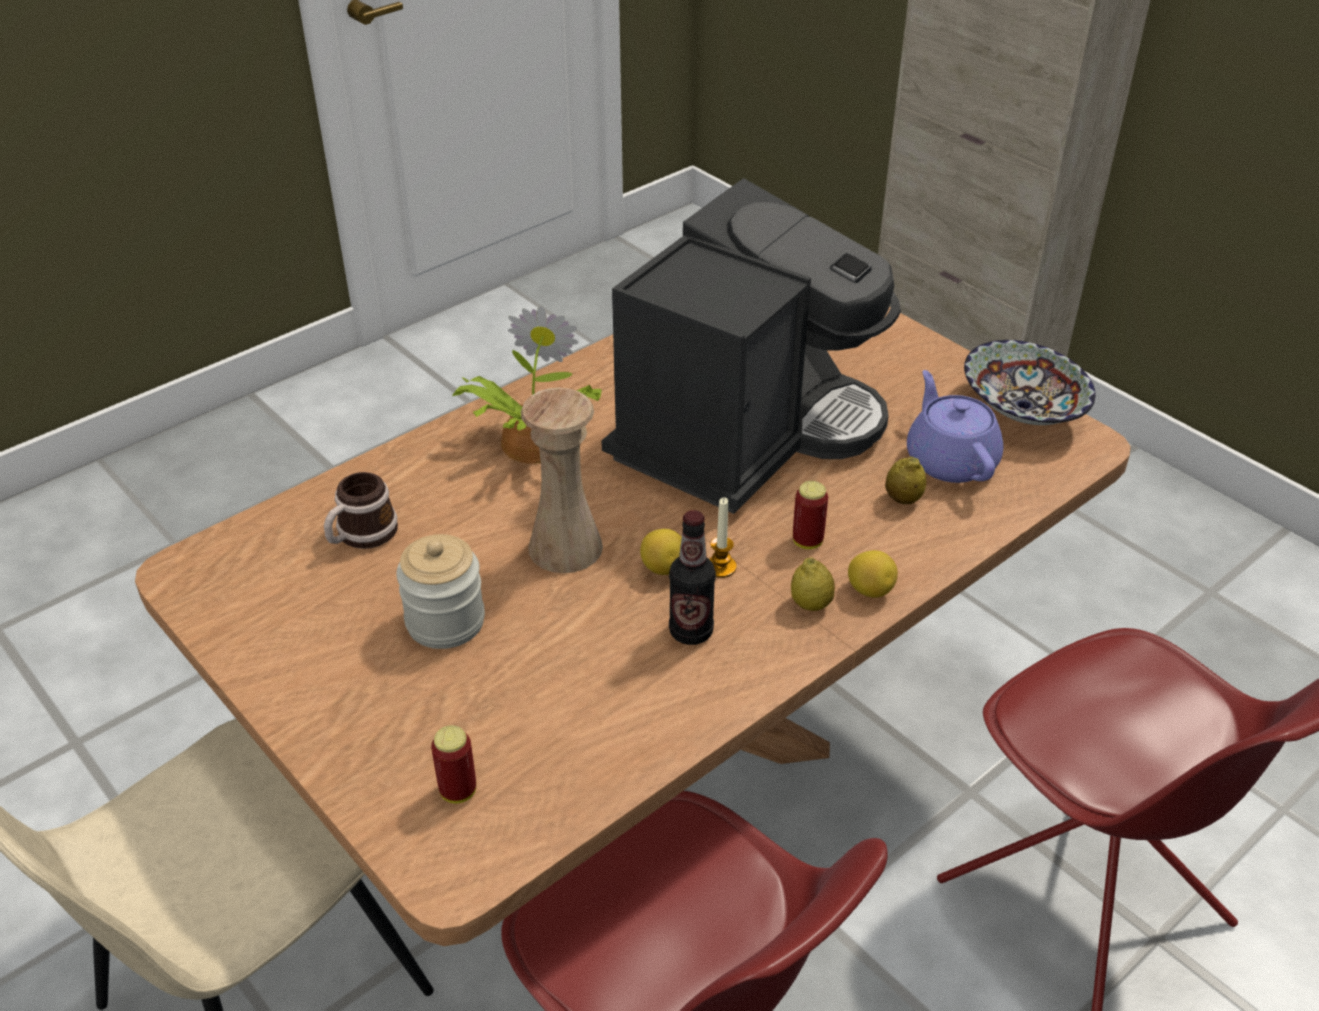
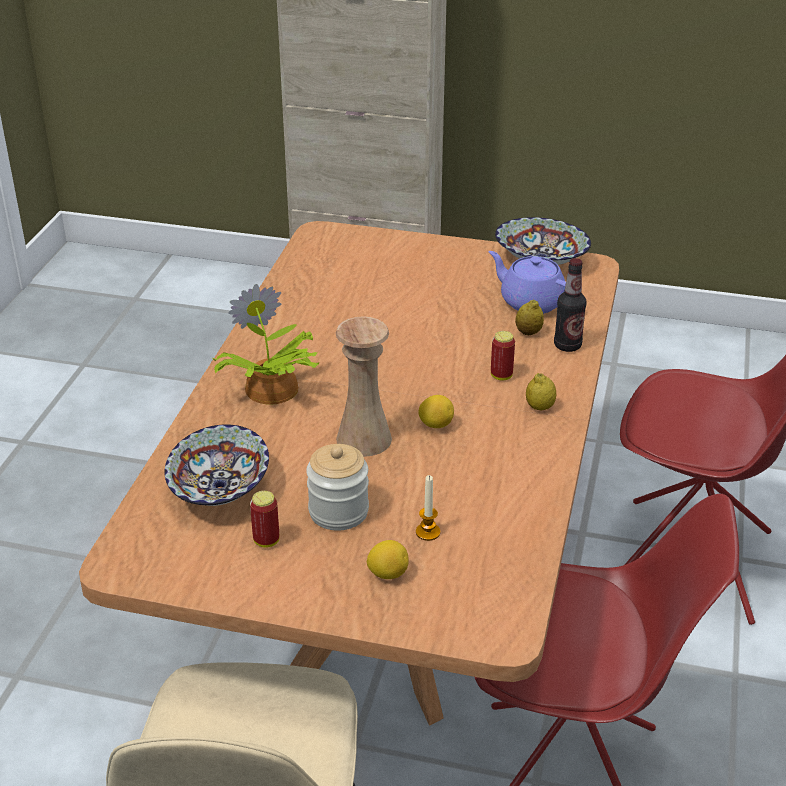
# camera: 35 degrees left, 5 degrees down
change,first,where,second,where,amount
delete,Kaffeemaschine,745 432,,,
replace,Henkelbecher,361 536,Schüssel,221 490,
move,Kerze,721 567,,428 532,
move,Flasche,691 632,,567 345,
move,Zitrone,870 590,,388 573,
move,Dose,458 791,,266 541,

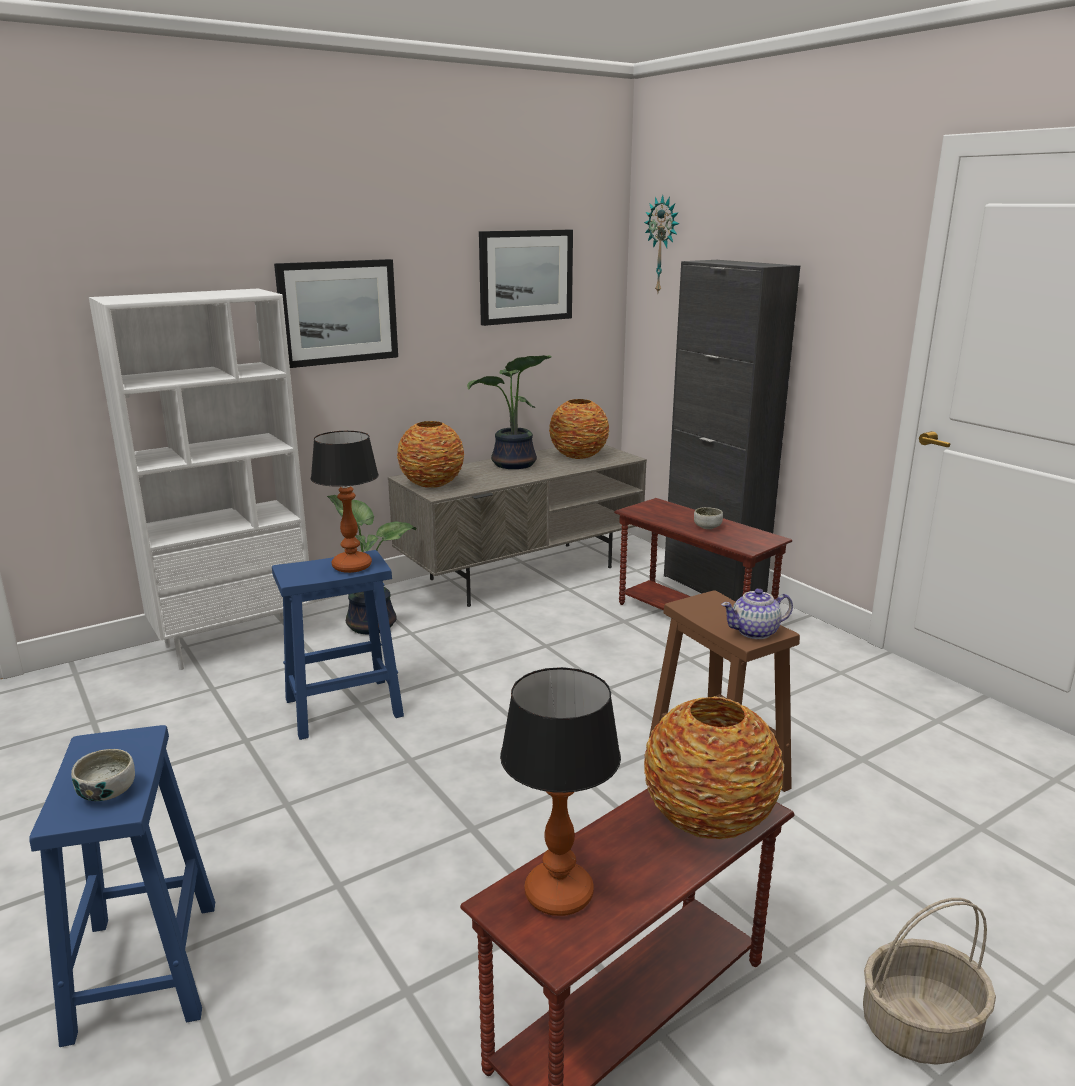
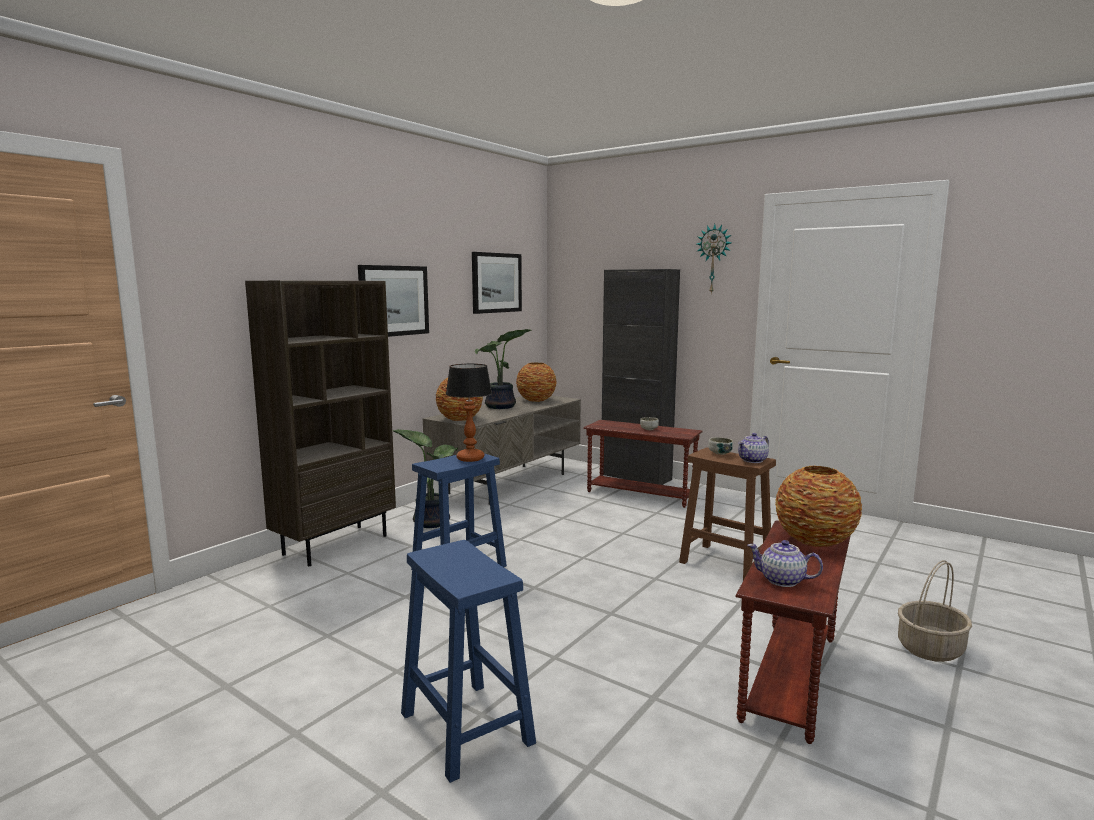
# camera: 20 degrees left, 10 degrees down
change,first,where,second,where,amount
move,Wanduhr,663 245,,714 259,
recolor,Bücherregal (weiß),235 641,Bücherregal (braun),336 544,
replace,Tischlampe,559 895,Teekanne,783 581,
move,Schüssel,107 792,,720 453,

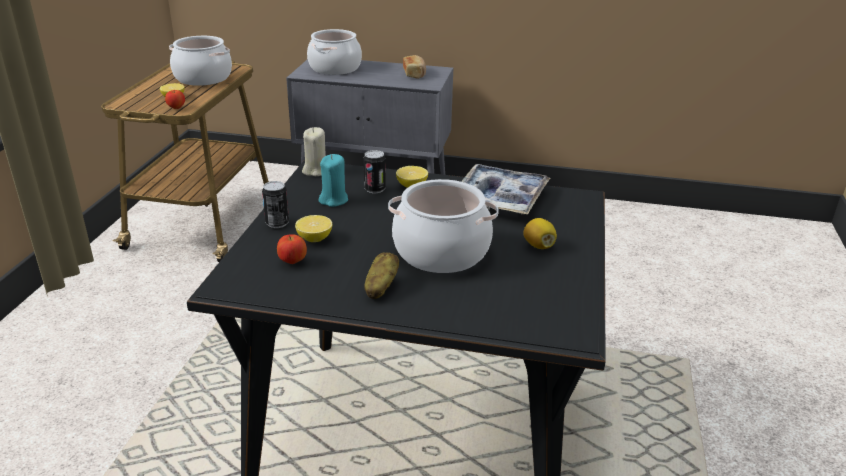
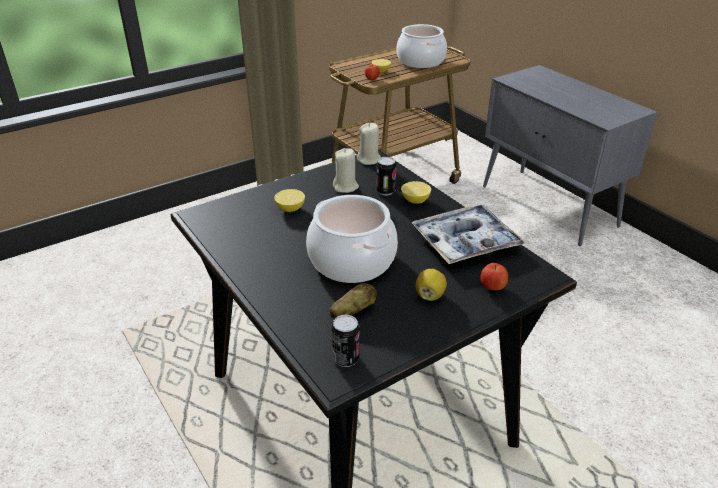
# camera: 45 degrees right, 5 degrees up
change,first,where,second,where,amount
delete,Kochtopf,335 68,,,
delete,Brot,414 74,,,
recolor,Kerze (türkis),334 200,Kerze (beige),346 187,
move,Dose,277 223,,346 359,
move,Apfel,292 261,,492 287,
move,Kartoffel,380 287,,353 312,

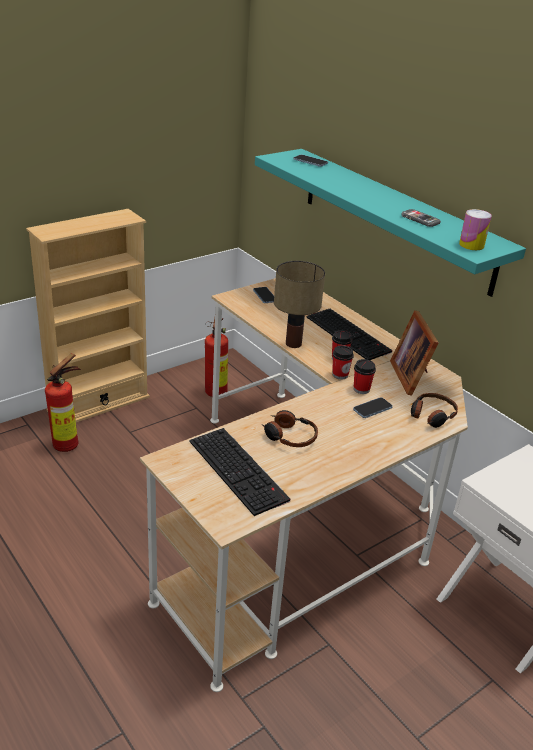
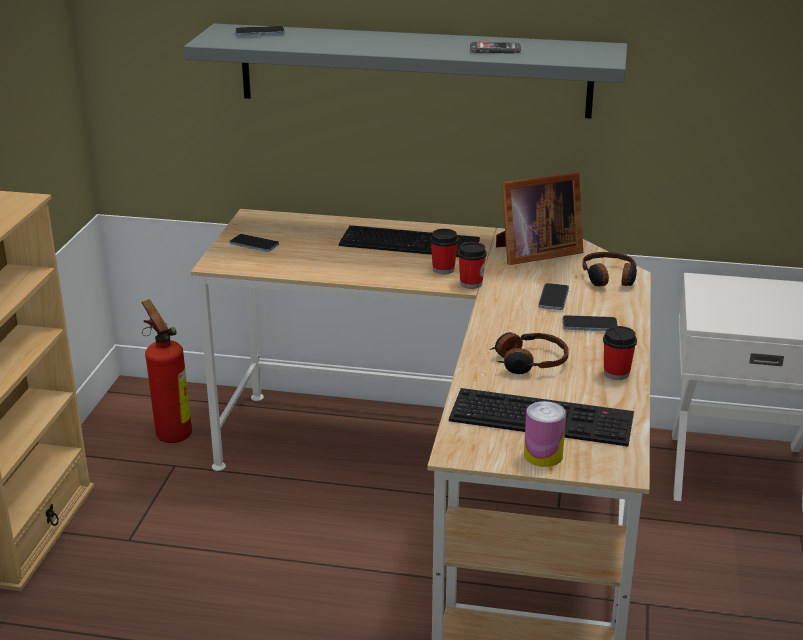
# camera: 40 degrees left, 5 degrees down
change,first,where,second,where,amount
recolor,Wandregal (türkis),395 218,Wandregal (grau),414 70,
move,Dose,471 245,,543 455,
delete,Tischlampe,292 344,,,
rotate,Bilderrahmen,412 376,,534 252,60 degrees counterclockwise
delete,Feuerlöscher,69 444,,,
move,Tasse,361 389,,616 373,
insert,,,Handy,589 325,

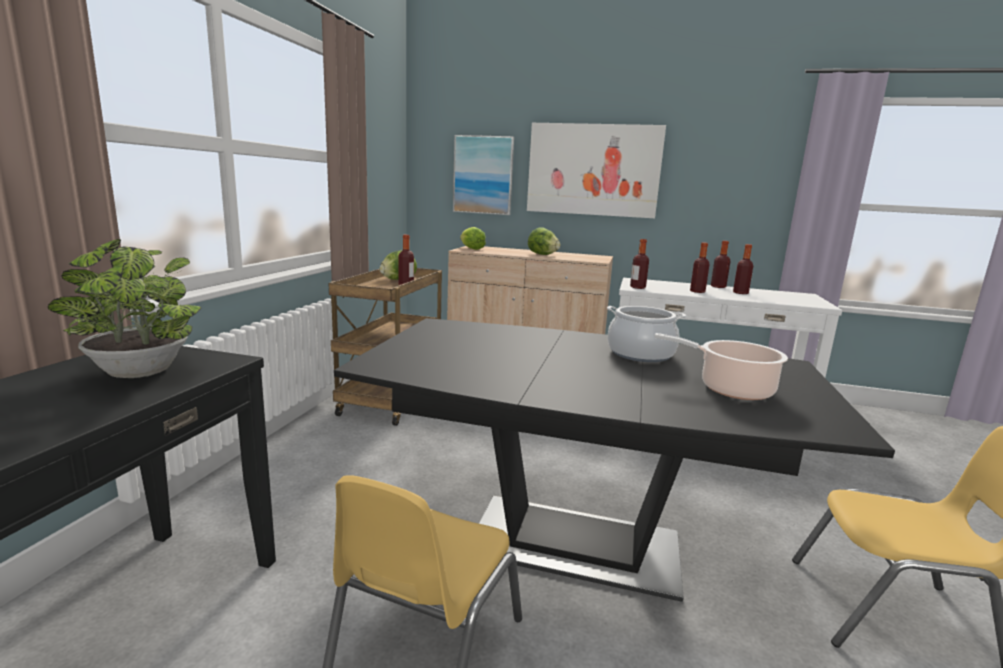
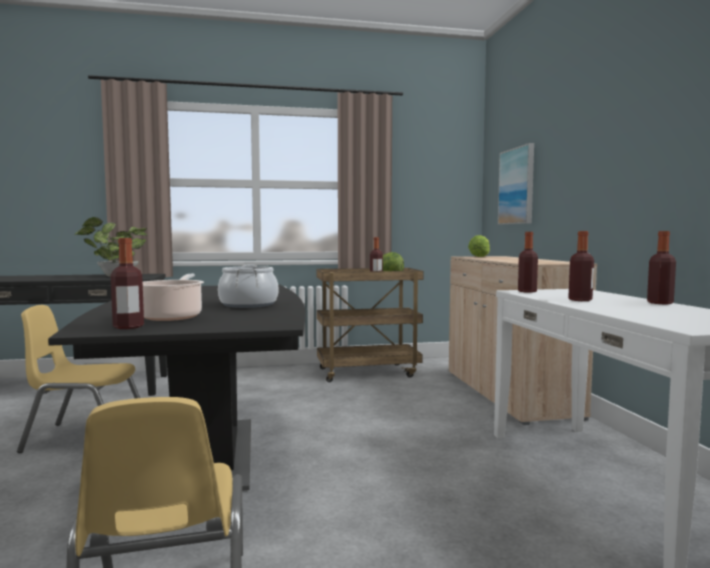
# camera: 65 degrees right, 10 degrees down
change,first,where,second,where,amount
delete,Bild,593 170,,,
delete,Salatkopf,542 254,,,
move,Flasche,740 293,,128 327,

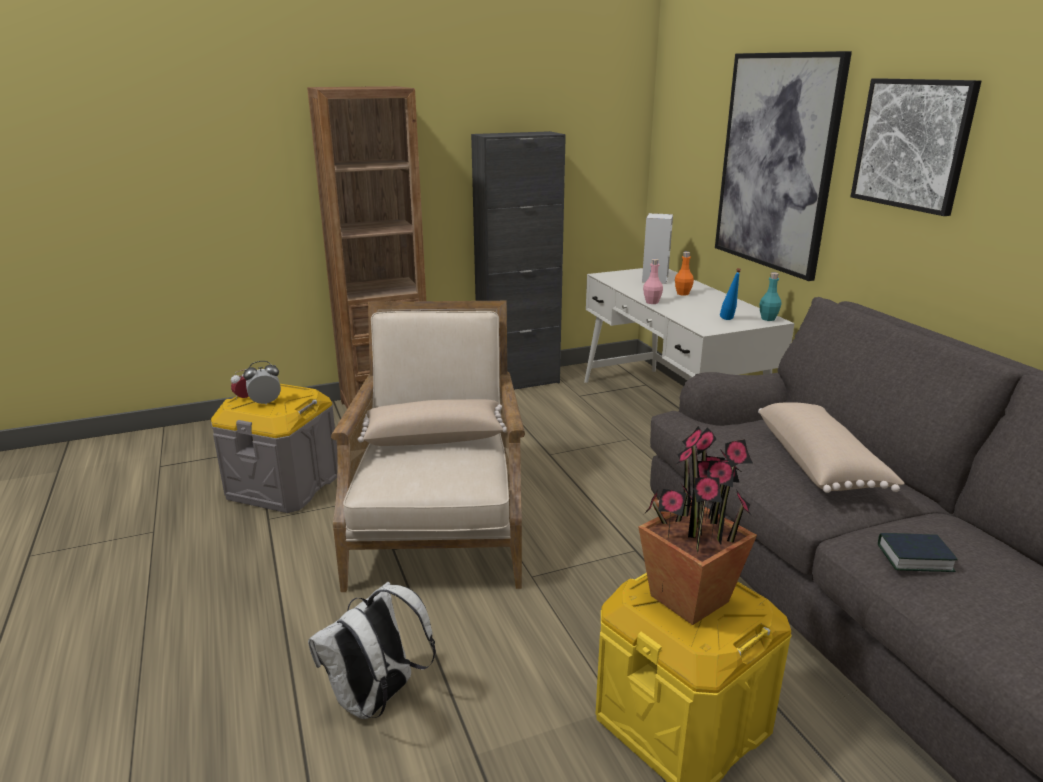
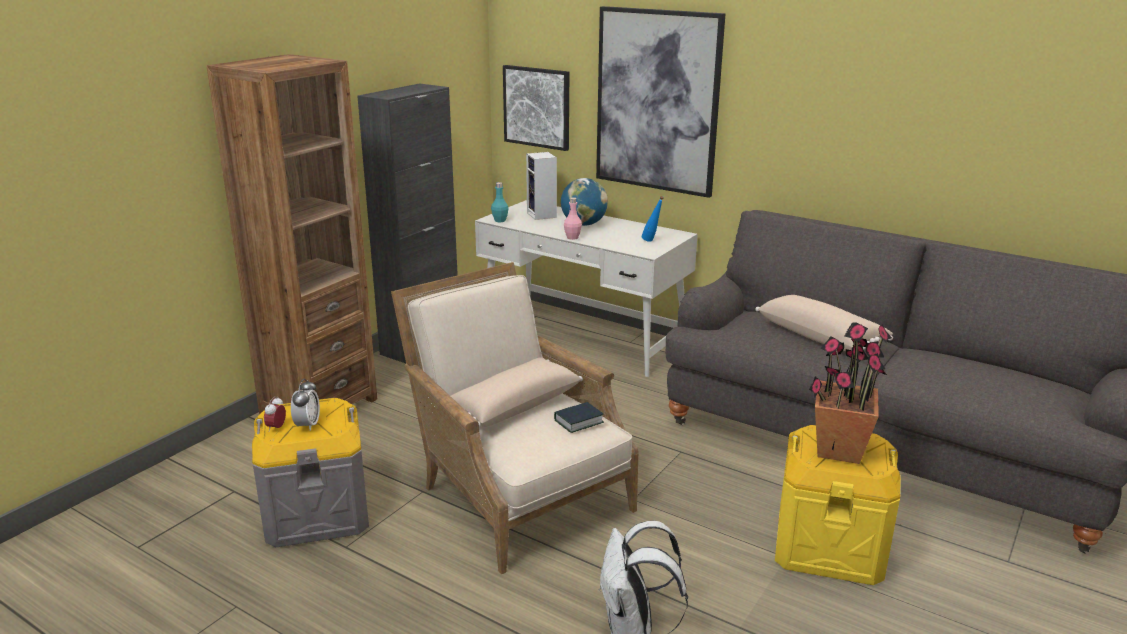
# camera: 35 degrees left, 0 degrees up
change,first,where,second,where,amount
move,Bild,912 144,,537 107,
replace,Flasche (orange),682 293,Globus,583 224,
move,Flasche (türkis),768 319,,500 220,
rotate,Wecker,265 402,,307 425,150 degrees clockwise
move,Buch,914 558,,578 421,

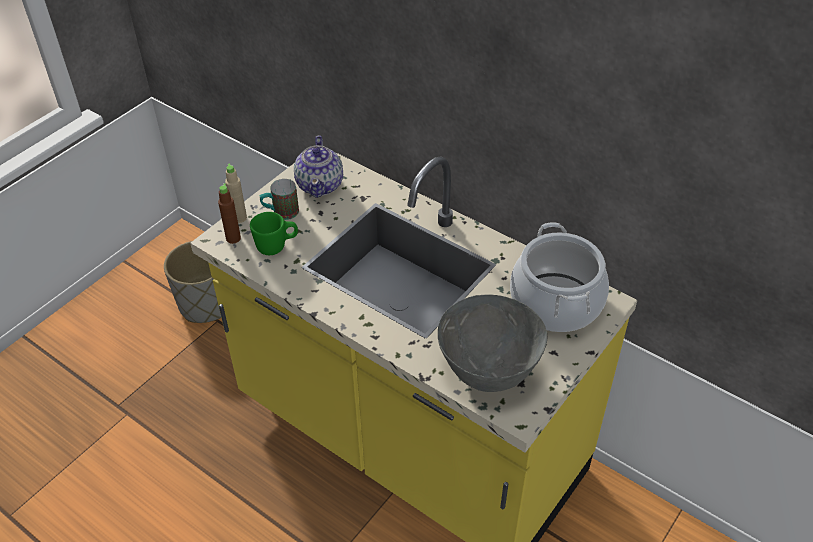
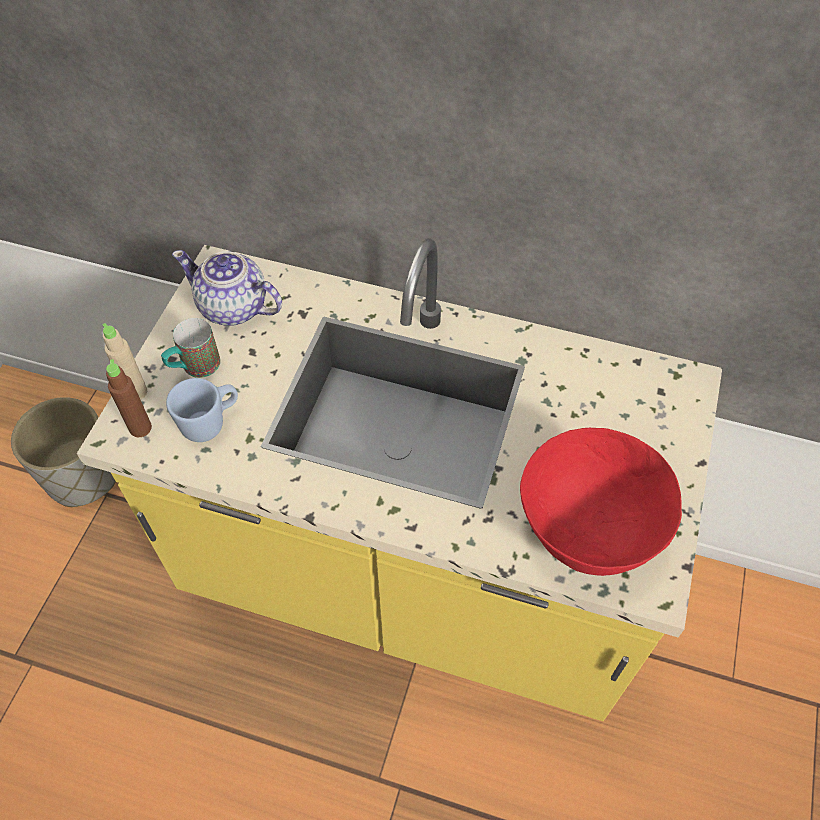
# camera: 20 degrees left, 10 degrees up
change,first,where,second,where,amount
rotate,Teekanne,320 185,,234 308,135 degrees clockwise
recolor,Henkelbecher (grün),277 246,Henkelbecher (blau),210 423,
delete,Kochtopf,555 303,,,
recolor,Schüssel (grau),488 371,Schüssel (rot),587 534,

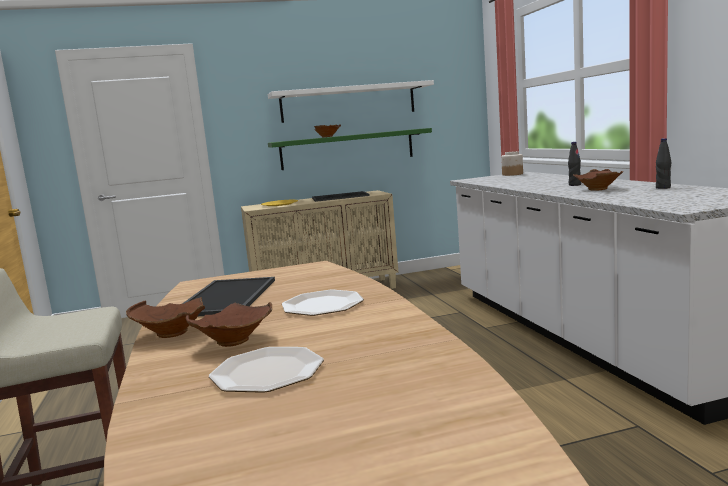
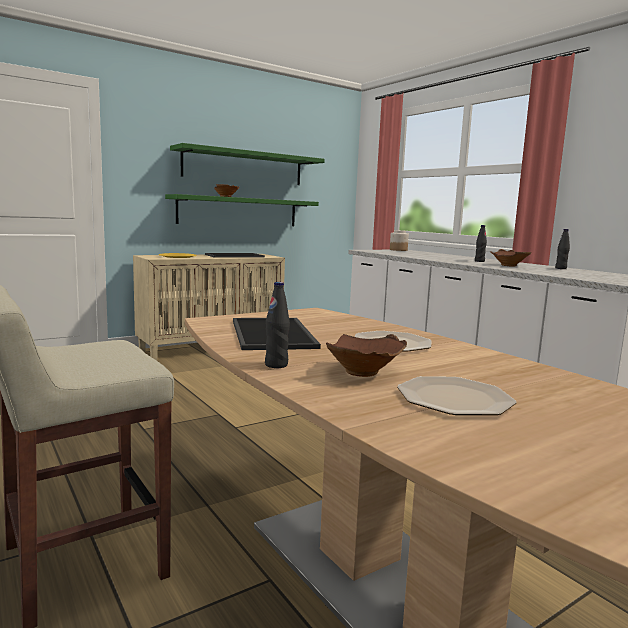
# camera: 20 degrees left, 0 degrees up
change,first,where,second,where,amount
recolor,Wandregal (weiß),348 102,Wandregal (grün),244 167,
replace,Schüssel (braun),171 334,Flasche (schwarz),276 365,

